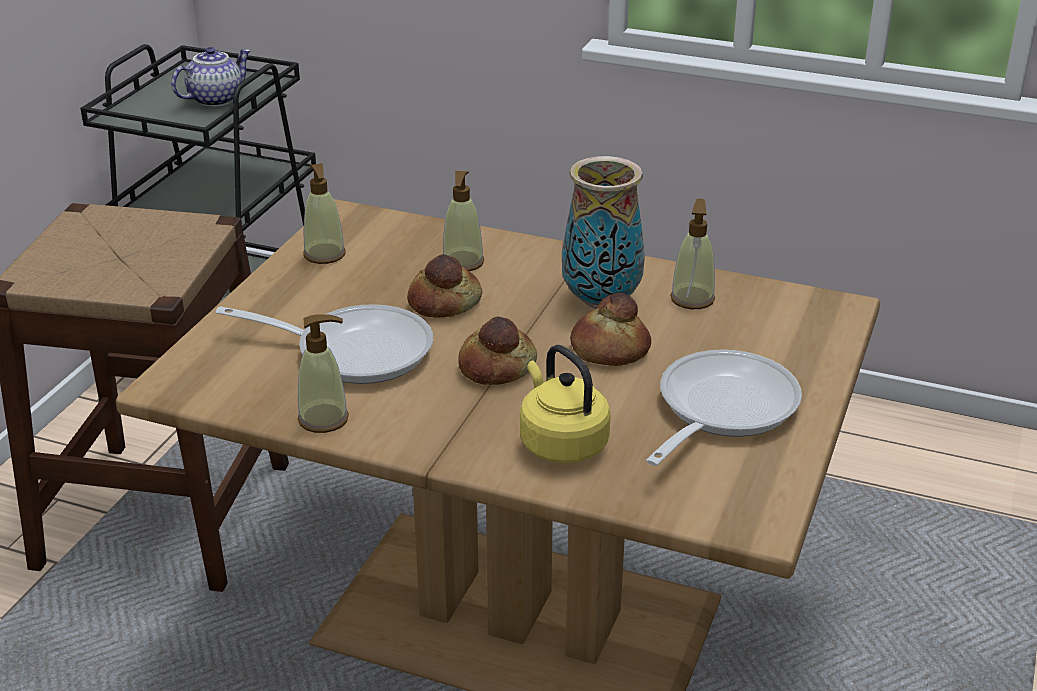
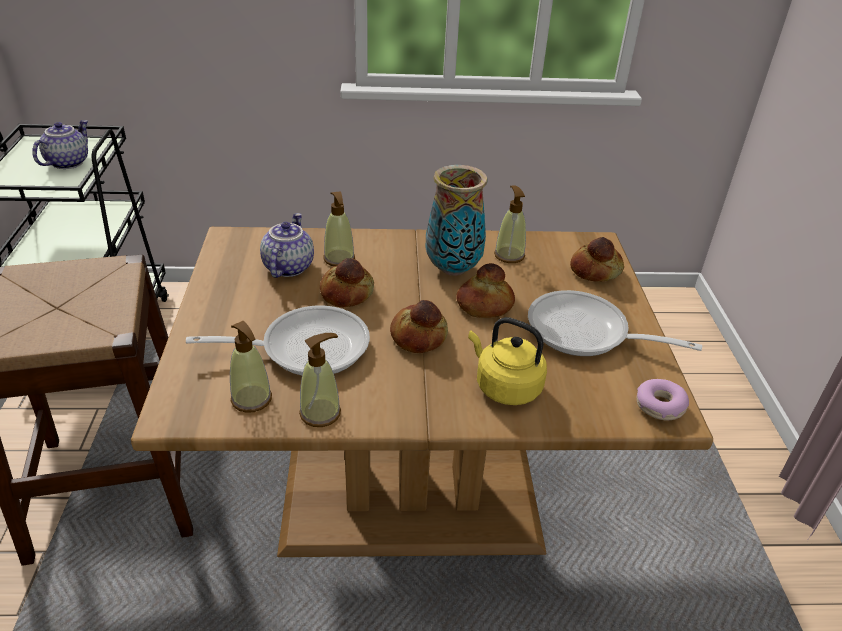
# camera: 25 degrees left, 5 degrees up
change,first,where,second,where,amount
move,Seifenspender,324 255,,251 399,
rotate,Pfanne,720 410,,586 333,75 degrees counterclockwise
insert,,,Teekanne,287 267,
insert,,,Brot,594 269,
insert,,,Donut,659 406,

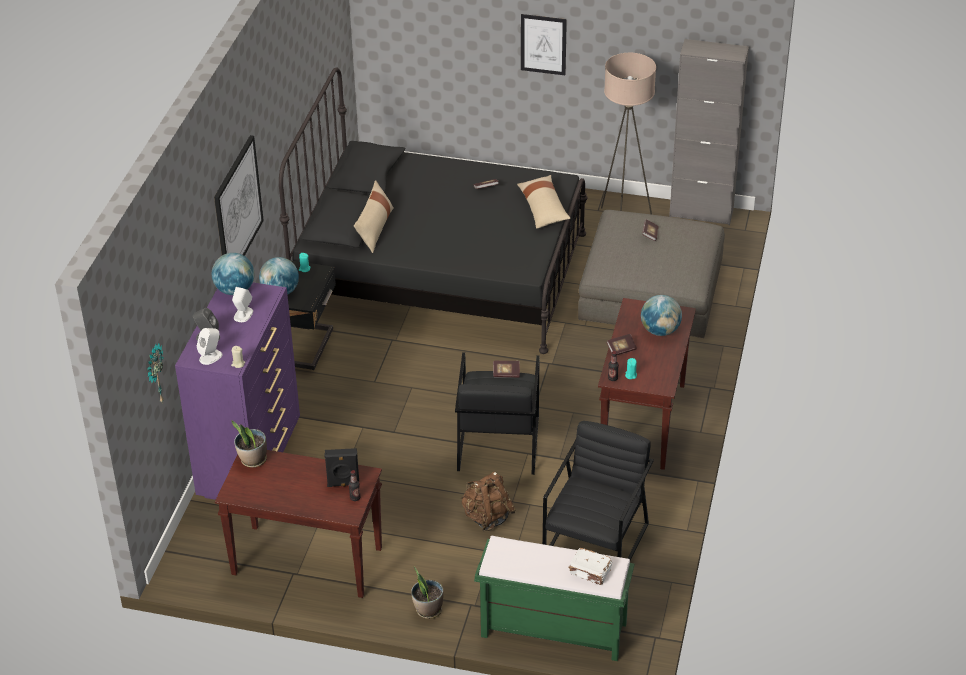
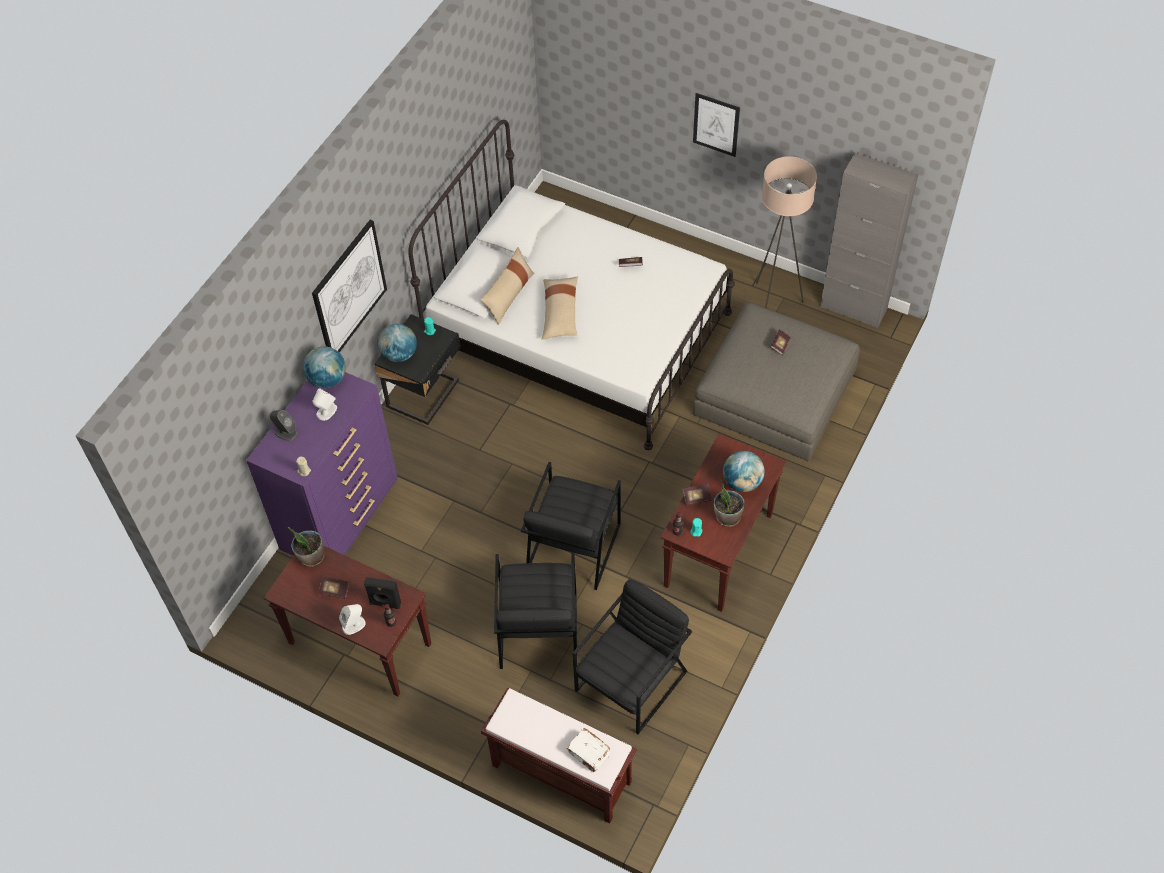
# camera: 15 degrees right, 15 degrees up
change,first,where,second,where,amount
recolor,Bett (schwarz),441 273,Bett (weiß),578 334,
move,Kissen (beige),543 208,,560 313,
move,Lautsprecher (weiß),211 357,,354 625,
delete,Wanduhr,154 375,,,
move,Buch,506 373,,334 590,
replace,Rucksack (braun),487 517,Sessel (schwarz),538 630,
recolor,Bank (grün),552 630,Bank (braun),560 773,
move,Topfpflanze,428 610,,727 517,

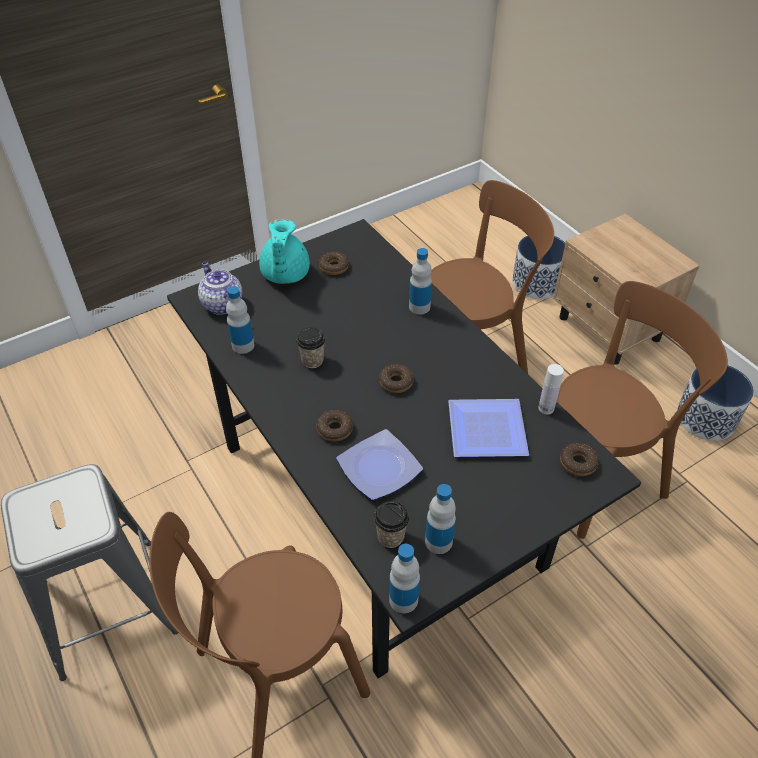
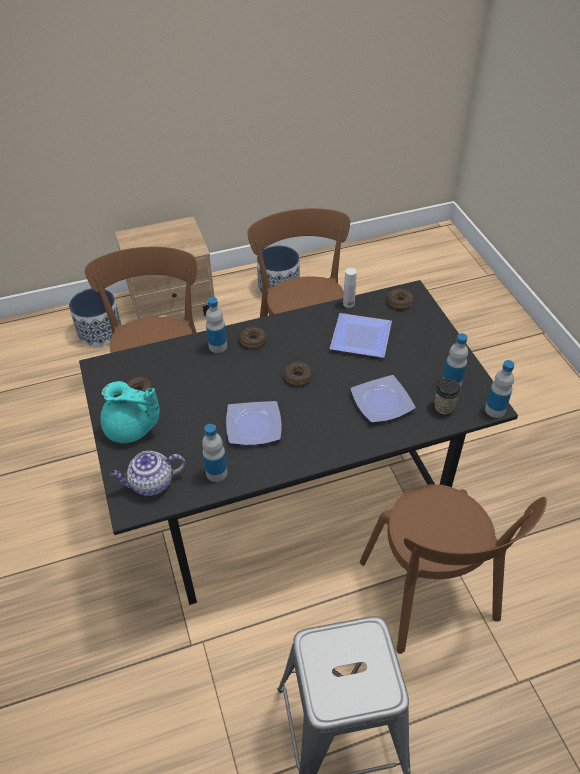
# camera: 75 degrees left, 0 degrees up
change,first,where,second,where,amount
replace,Tasse,312 360,Teller,255 425,
move,Donut,335 429,,253 340,

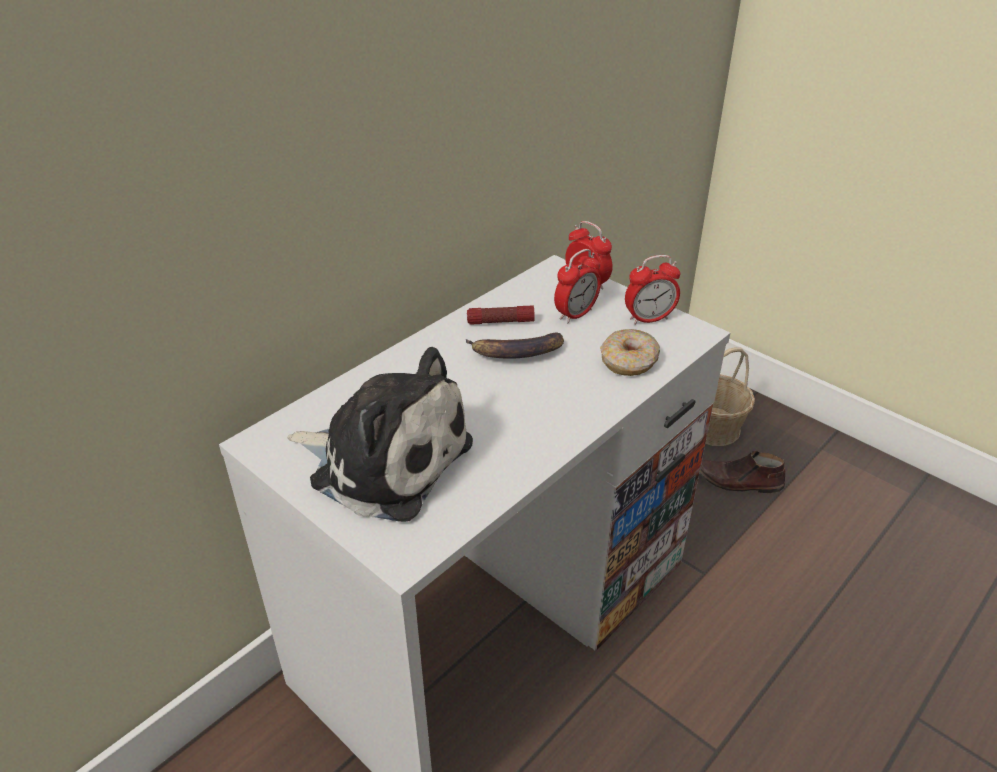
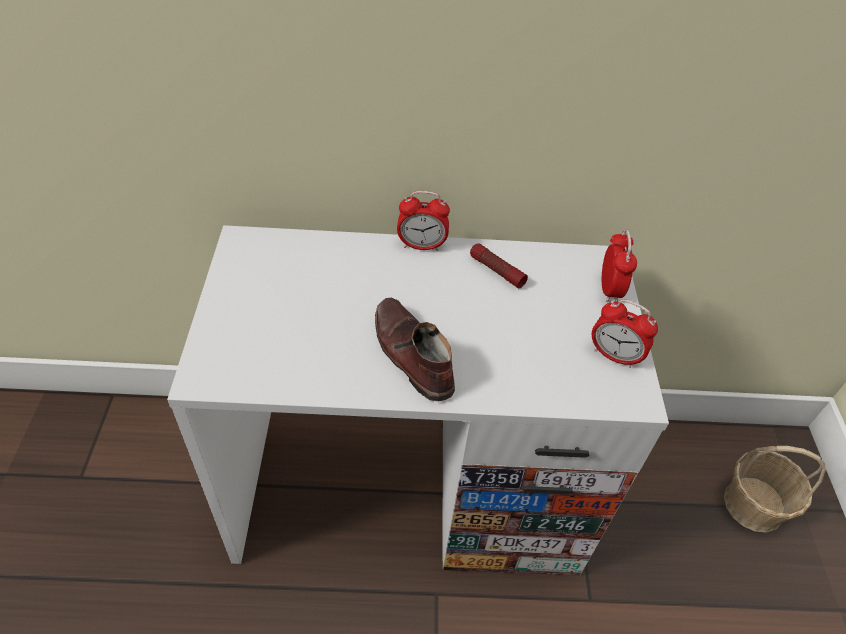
# camera: 45 degrees right, 10 degrees up
change,first,where,second,where,amount
move,Wecker,576 314,,421 246,
delete,Donut,629 362,,,
delete,Banane,516 353,,,
delete,Plüschtier,384 460,,,
move,Schuh (braun),738 481,,411 355,

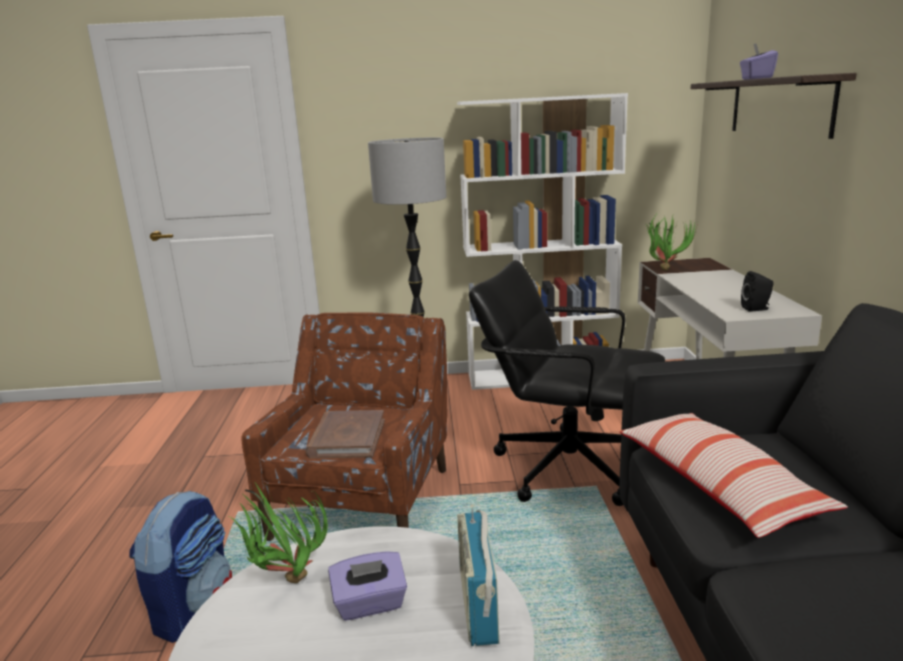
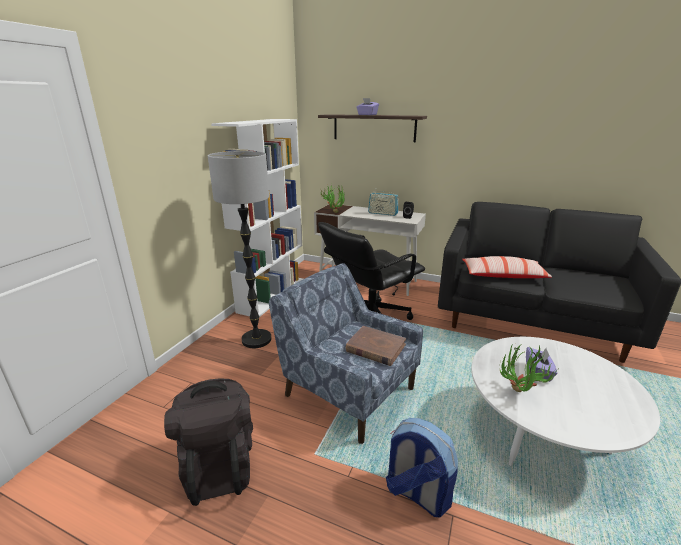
# camera: 65 degrees left, 5 degrees up
change,first,where,second,where,amount
recolor,Sessel (braun),364 500,Sessel (blau),348 391,
move,Radio,479 605,,383 213,
insert,,,Rucksack (schwarz),219 465,

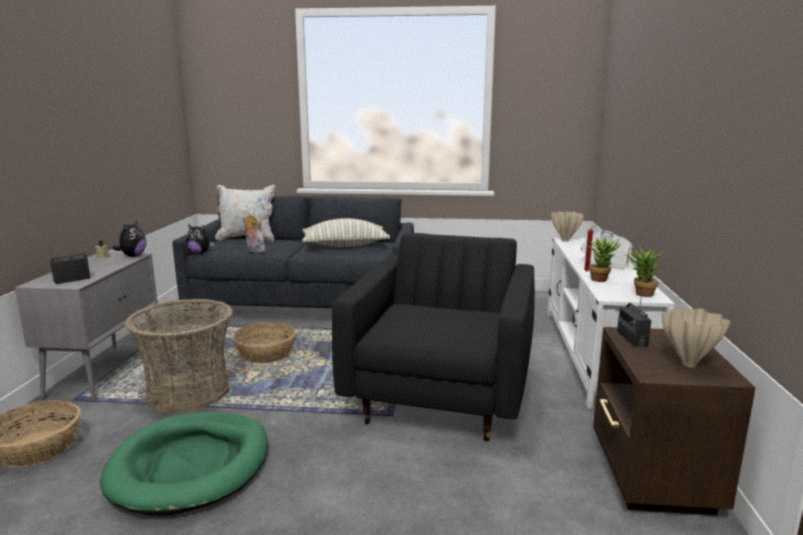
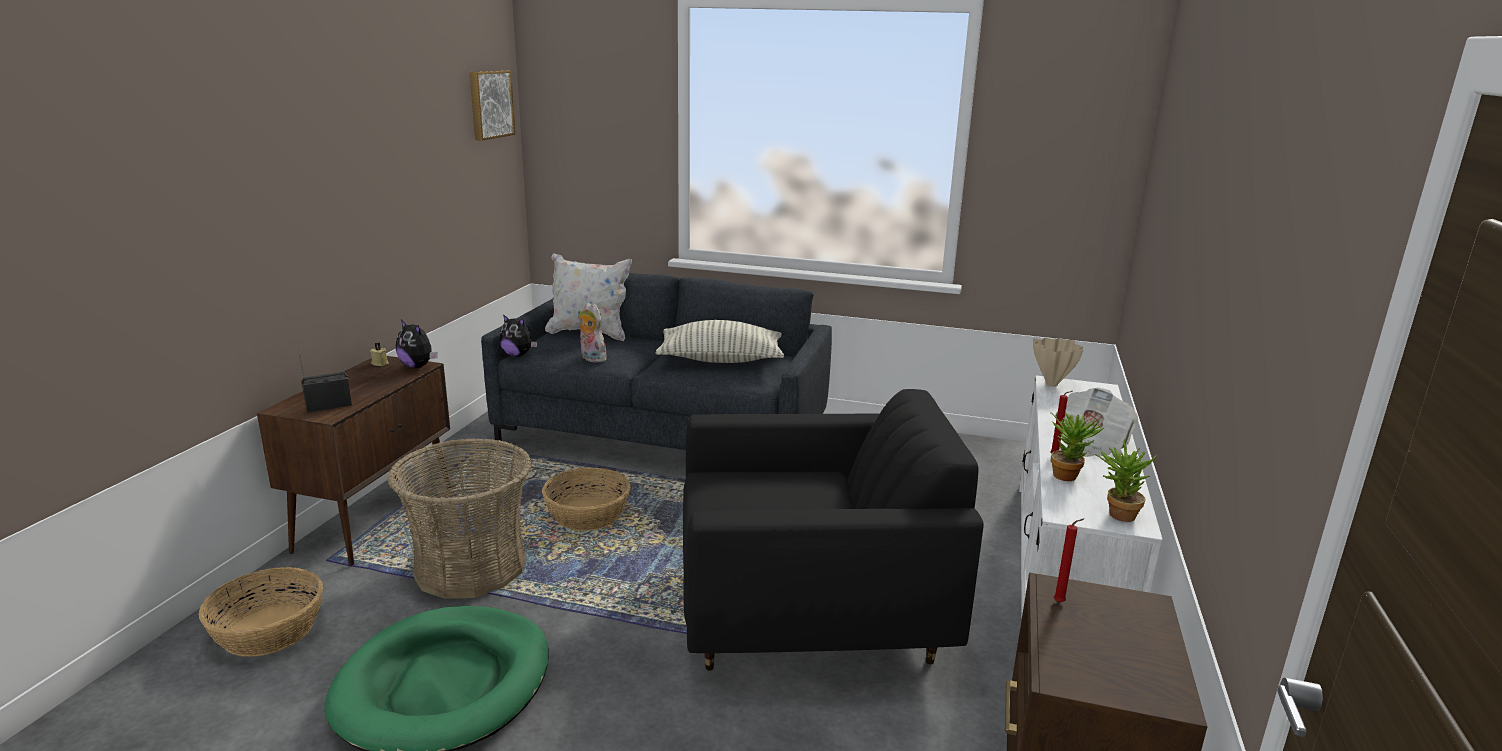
# camera: 10 degrees right, 5 degrees up
change,first,where,second,where,amount
rotate,Plüschtier,133 256,,418 366,105 degrees clockwise
rotate,Sessel (schwarz),441 394,,810 614,60 degrees clockwise
recolor,Schrank (grau),106 371,Schrank (braun),377 518,
replace,Radio,631 338,Kerze (rot),1061 602,
delete,Vase (beige),690 364,,,
insert,,,Bild,490 104,

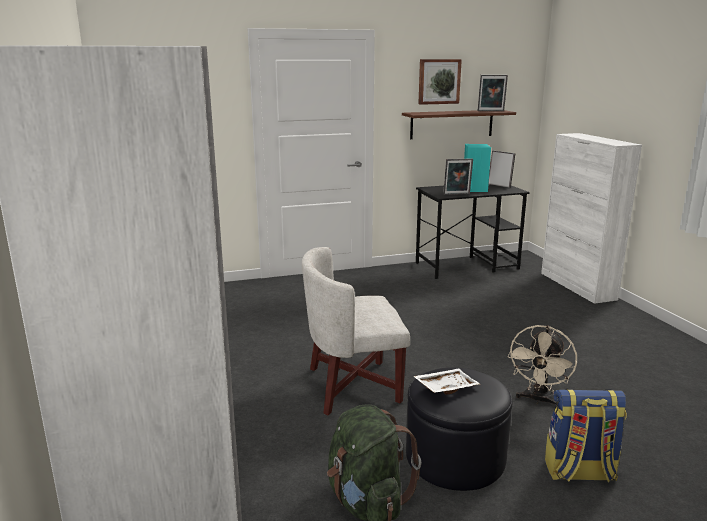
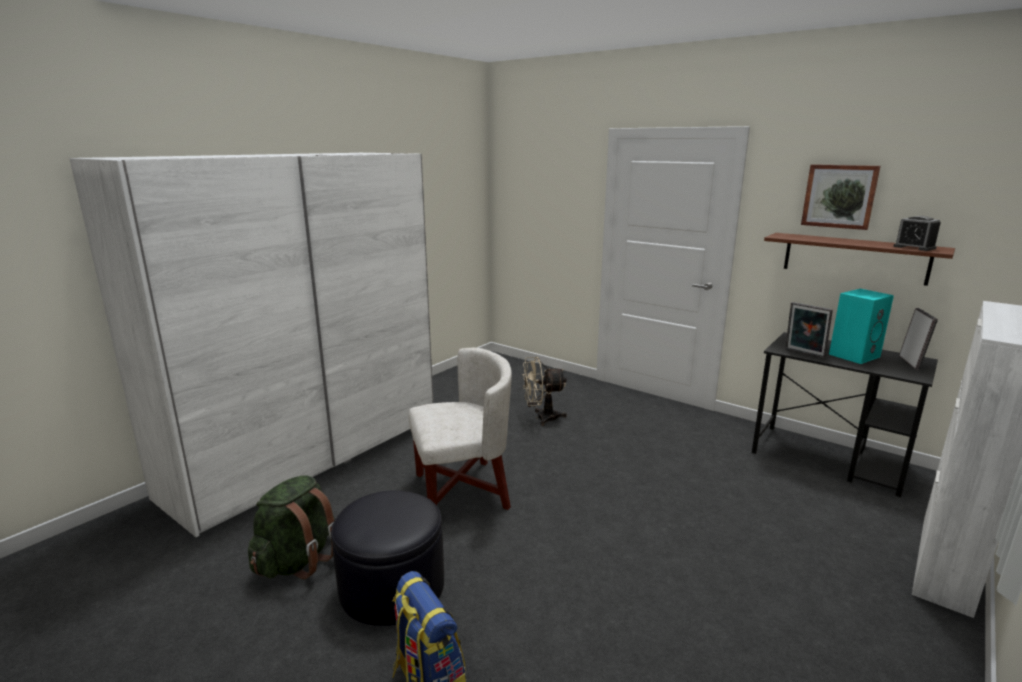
# camera: 55 degrees right, 0 degrees up
change,first,where,second,where,amount
replace,Bilderrahmen,491 111,Wecker,914 247,
rotate,Sessel (weiß),352 386,,462 490,120 degrees clockwise
move,Ventilator (beige),538 400,,541 418,
delete,Tablett (weiß),445 387,,,

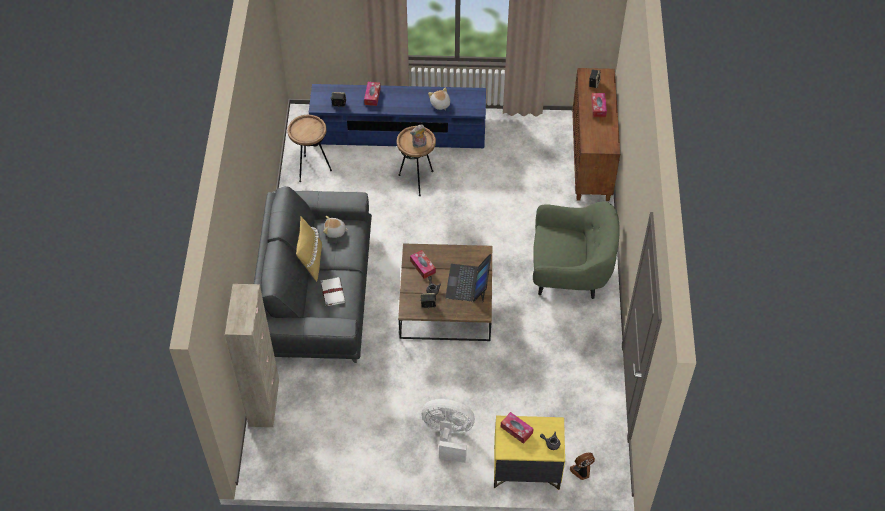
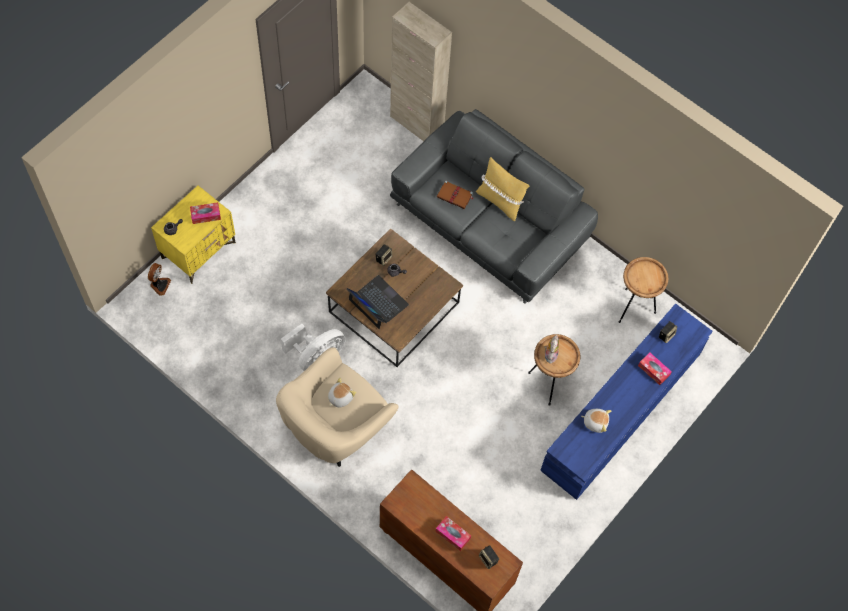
# camera: 125 degrees right, 10 degrees up
change,first,where,second,where,amount
recolor,Sessel (grün),570 274,Sessel (beige),336 427,
move,Plüschtier,335 232,,340 397,
delete,Taschentuchbox,422 267,,,
recolor,Buch (weiß),332 292,Buch (braun),455 196,
move,Ventilator (weiß),448 435,,316 357,

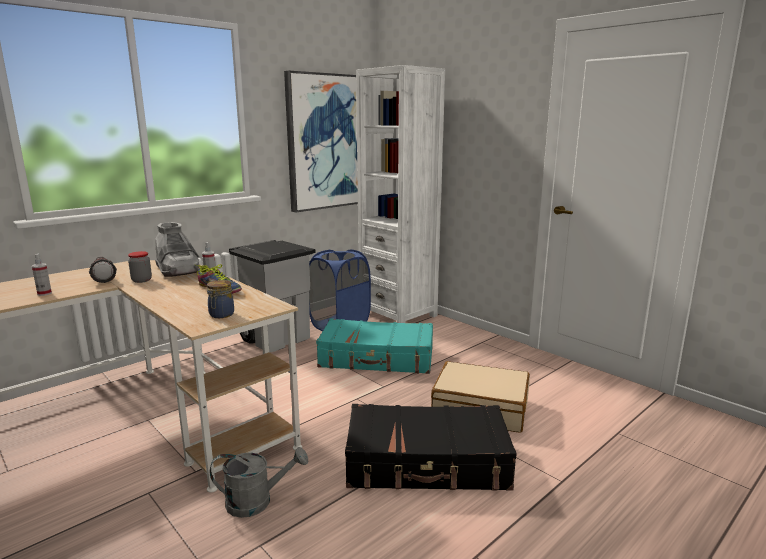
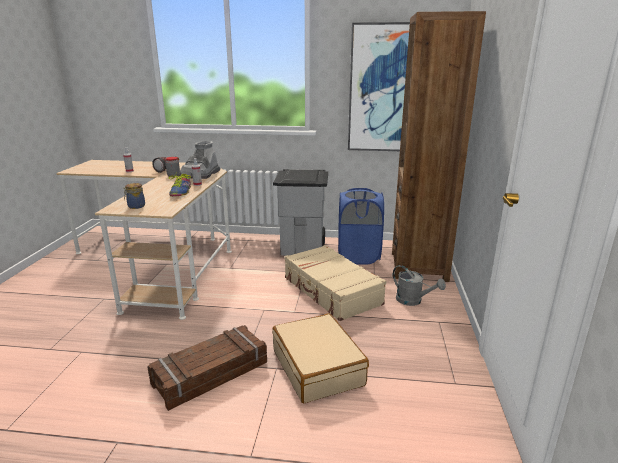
# camera: 50 degrees right, 5 degrees up
change,first,where,second,where,amount
recolor,Bücherregal (weiß),398 314,Bücherregal (braun),419 266,
recolor,Koffer (türkis),377 358,Koffer (beige),331 291,
replace,Koffer (schwarz),427 463,Kiste,211 374,
move,Gießkanne (grau),257 501,,413 301,

